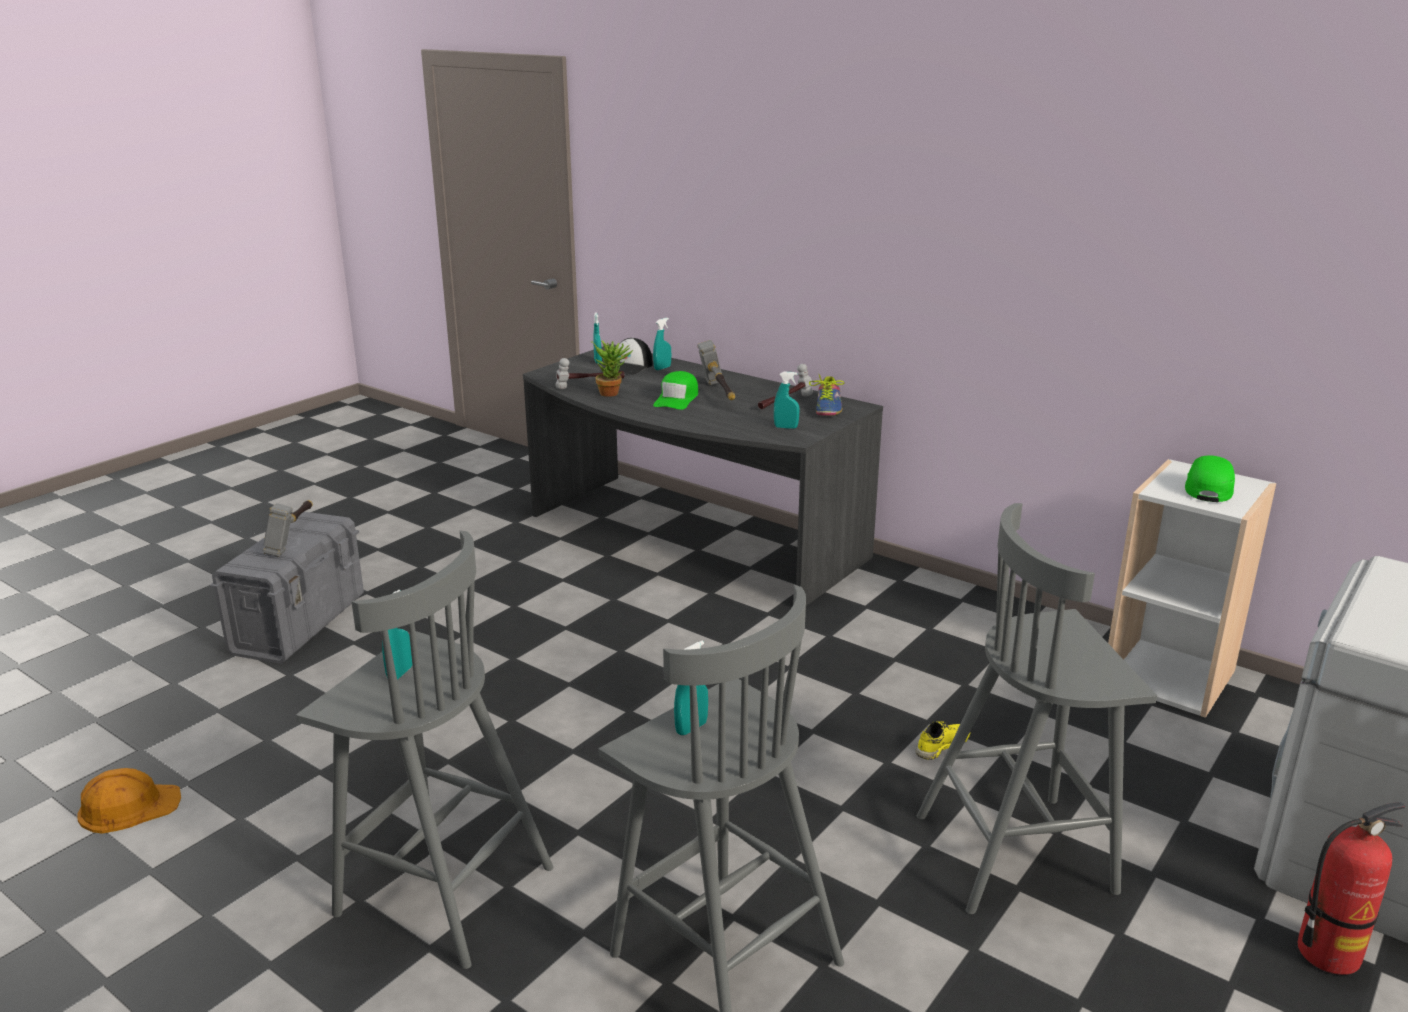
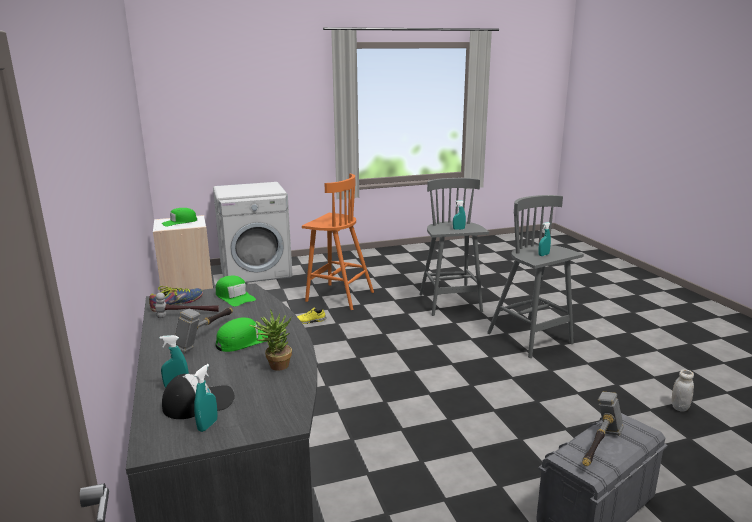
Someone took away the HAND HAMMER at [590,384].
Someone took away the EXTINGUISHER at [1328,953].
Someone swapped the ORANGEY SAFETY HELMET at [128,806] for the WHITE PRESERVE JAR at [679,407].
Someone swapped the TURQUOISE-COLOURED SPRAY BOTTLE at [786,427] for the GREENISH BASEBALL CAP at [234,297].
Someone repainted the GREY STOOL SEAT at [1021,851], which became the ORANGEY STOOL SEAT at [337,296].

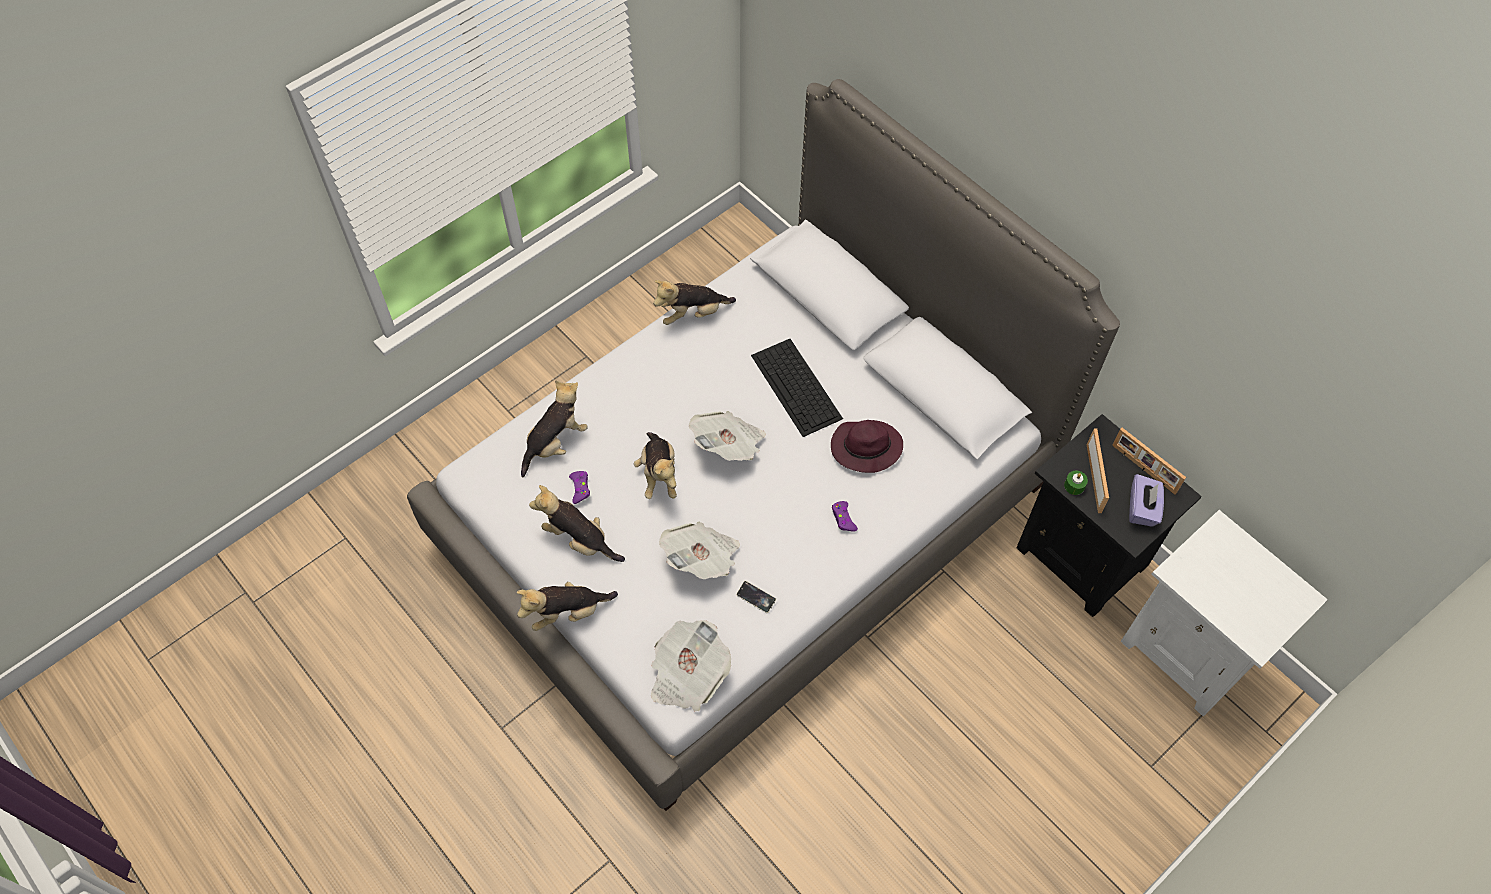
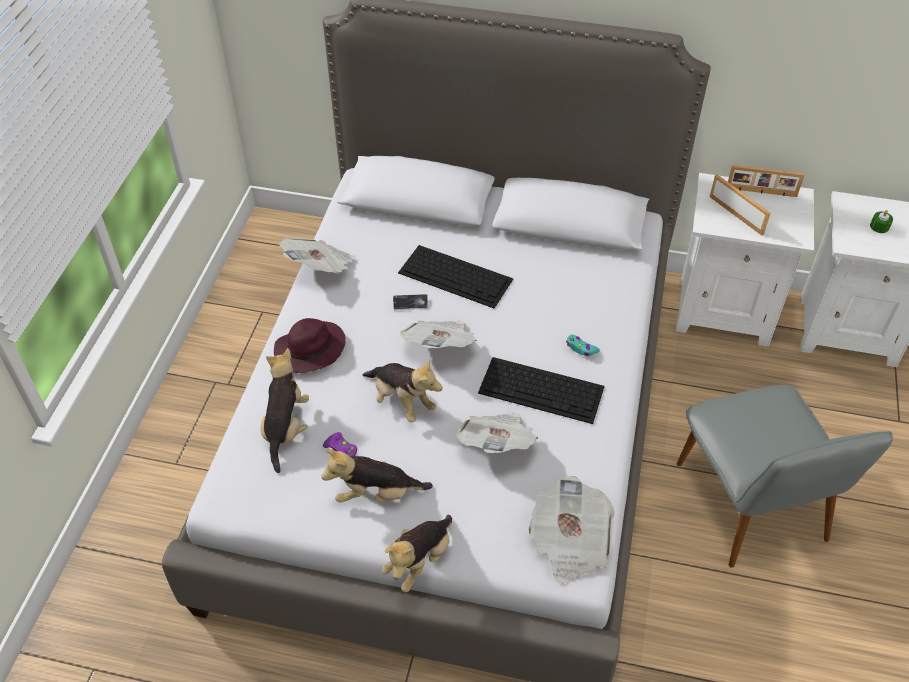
Someone took away the PURPLE-COLOURED BOX OF TISSUES at [1142,509].
Someone put down the COMPUTER KEYBOARD at [542,390].
Someone put down the GREY PLAIN CHAIR at [750,501].
Someone carried the PHONE from [756,598] to [410,303].
Someone carried the PURPLE-COLOURED CLOTHING HAT from [865,448] to [309,351].
Someone carried the GREENISH CANDLE from [1074,486] to [879,226].
Someone swapped the CUDDLY TOY at [692,314] for the DAILY PAPER at [321,268].
Someone repainted the PURPLE-COLOURED GAMEPAD at [843,519], which became the TURQUOISE-COLOURED GAMEPAD at [581,348].
Someone repainted the BLACK-COLOURED NIGHTSTAND at [1081,559], which became the WHITE NIGHTSTAND at [725,313].

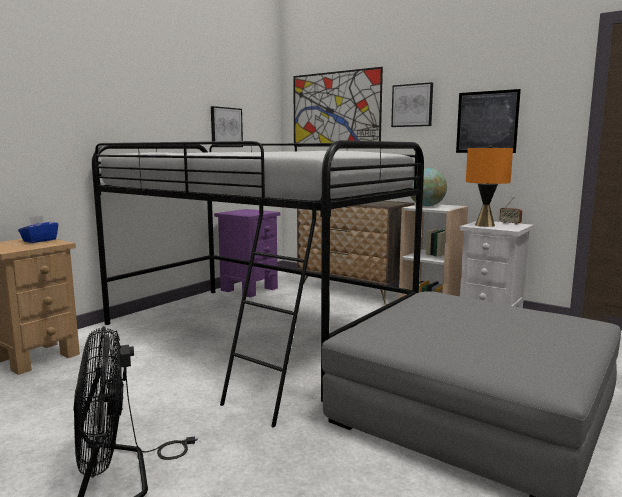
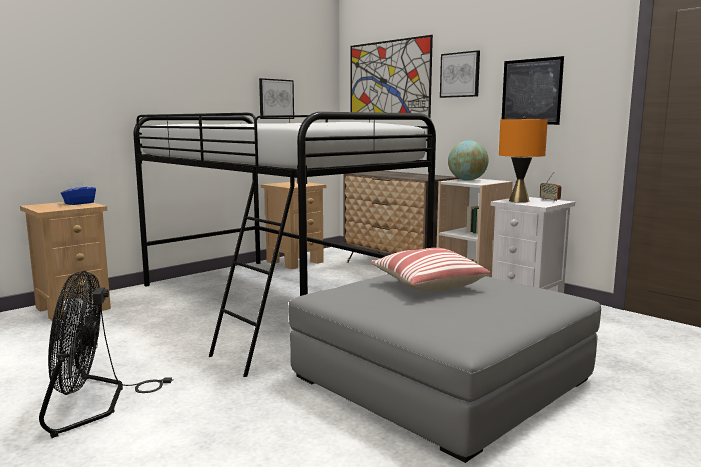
Someone put down the PILLOW at [427,284].
Someone repainted the PURPLE-COLOURED NIGHTSTAND at [250,289], which became the SAND-COLOURED NIGHTSTAND at [296,262].

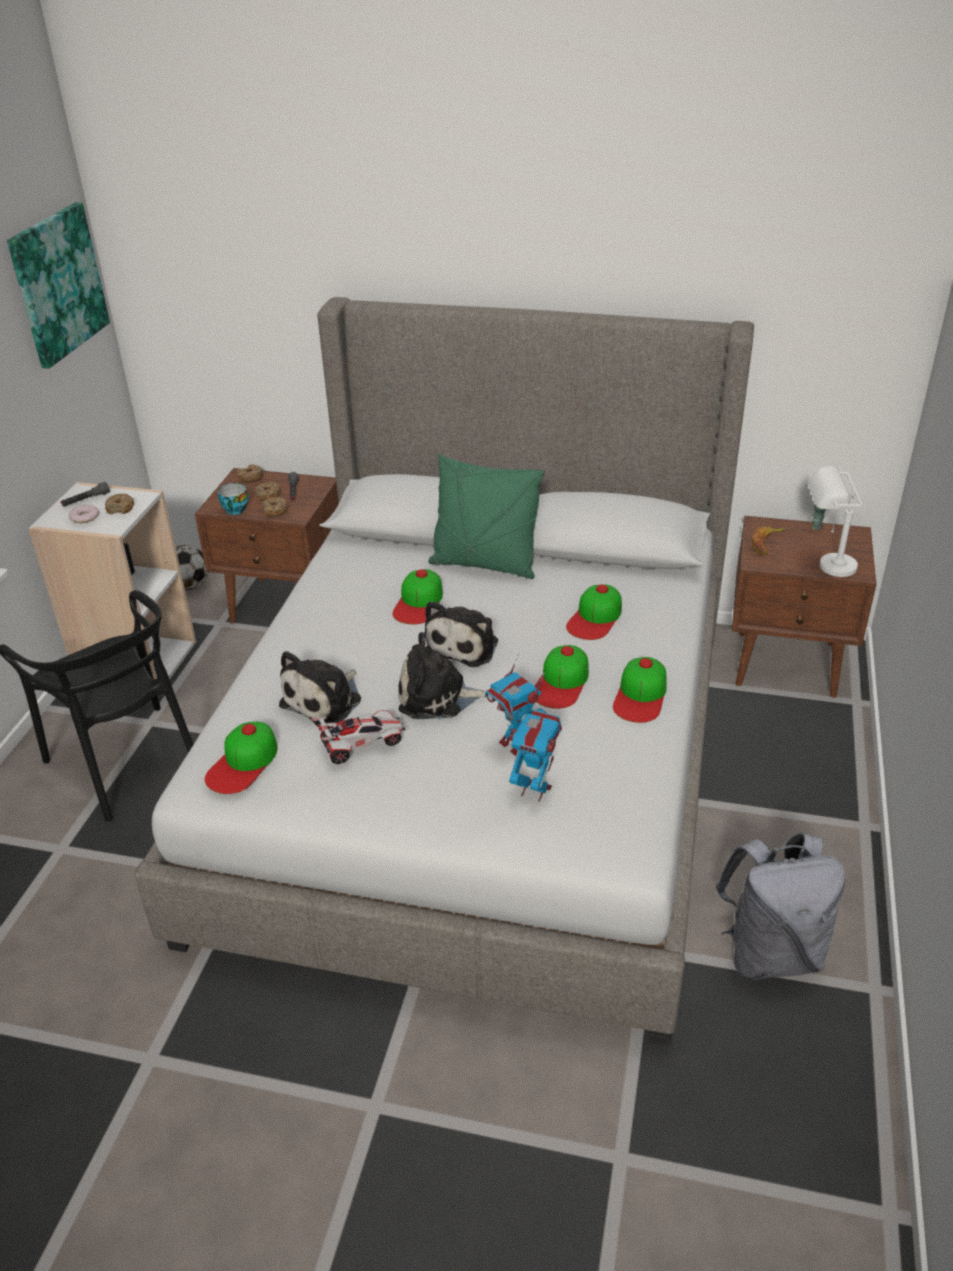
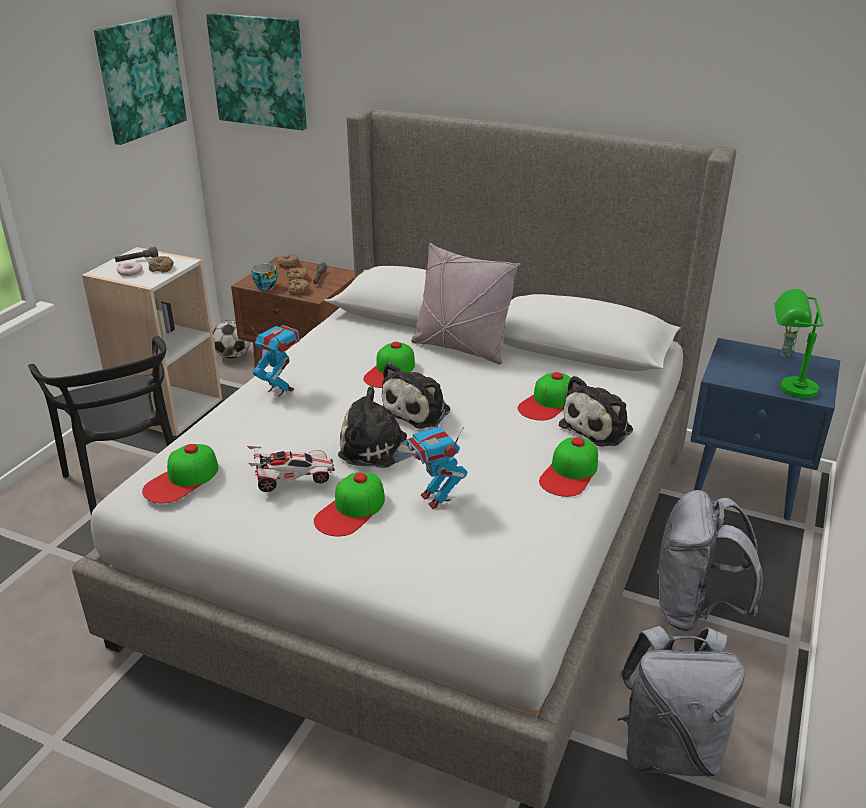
Someone took away the WHOLE BANANA at [767,543].
Someone put up the WALL ART at [259,71].
Someone put down the GREY BACKPACK at [694,610].
Someone carried the CUDDLY TOY from [325,700] to [599,427].
Someone carried the TOY ROBOT from [534,790] to [280,390].
Someone carried the BASEBALL CAP from [561,682] to [351,510].
Someone repainted the GREENISH PILLOW at [484,564], which became the PURPLE-COLOURED PILLOW at [461,348].
Someone repainted the BROWNISH NIGHTSTAND at [788,664], which became the BLUISH NIGHTSTAND at [747,485].
Someone repainted the WHITE TABLETOP LAMP at [825,567], which became the GREENISH TABLETOP LAMP at [785,388].

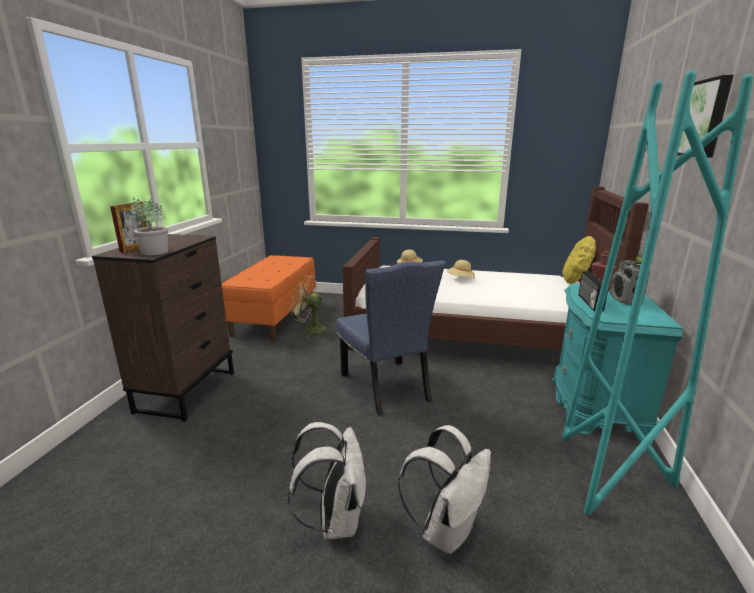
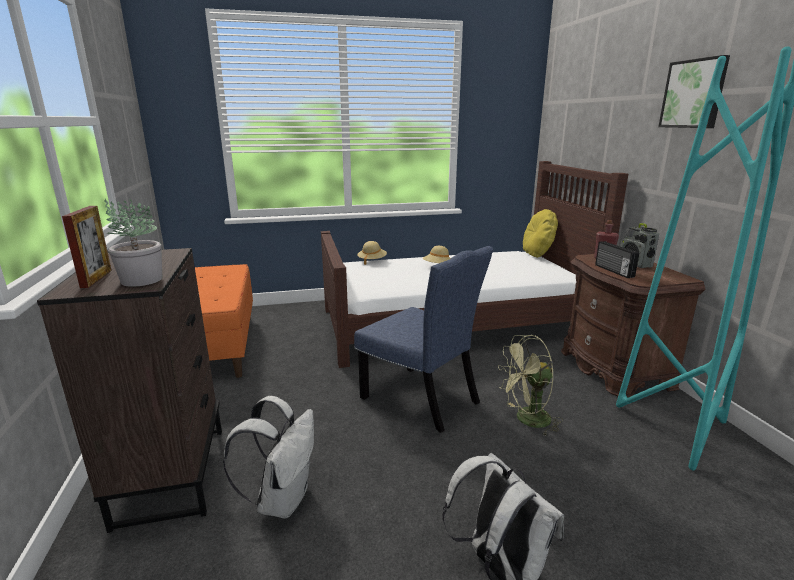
Someone carried the GREENISH ELECTRIC FAN from [310,329] to [526,420].
Someone carried the WHITE BACKPACK from [446,530] to [282,498].
Someone repainted the TURQUOISE-COLOURED NIGHTSTAND at [593,405], which became the BROWNISH NIGHTSTAND at [611,369].

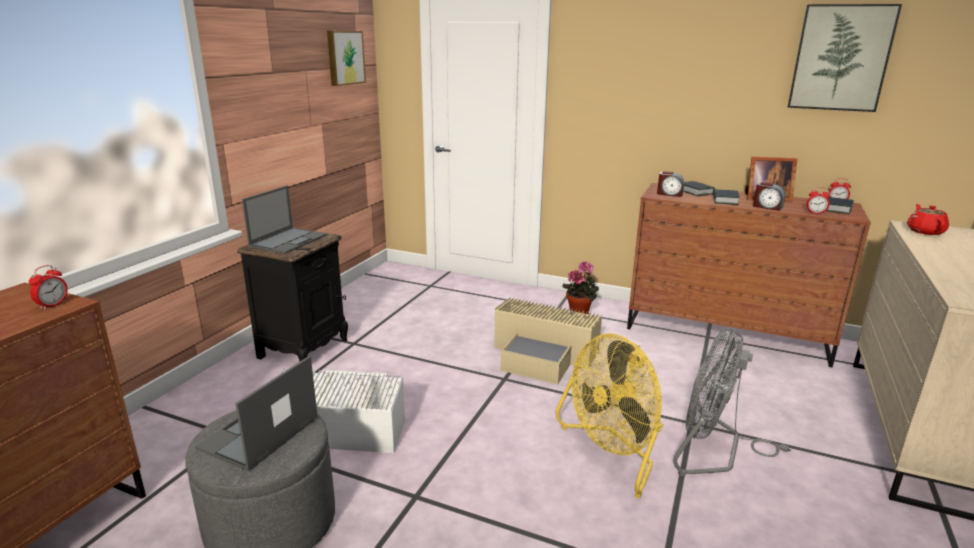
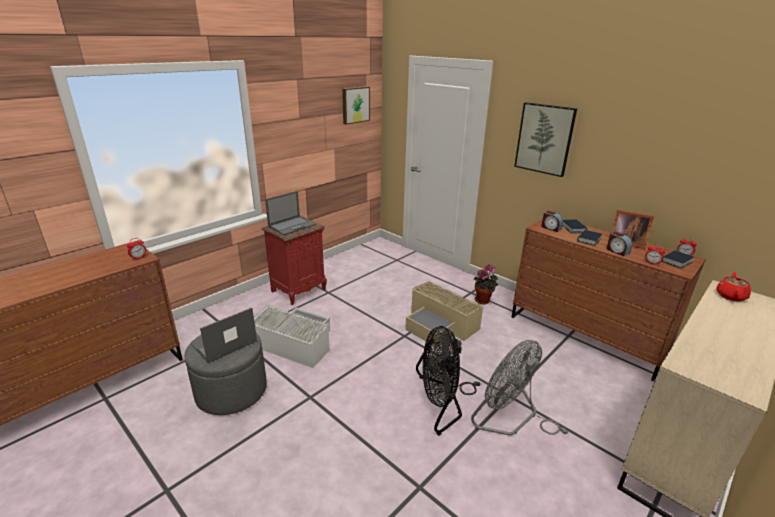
Someone carried the WALL ART from [841,58] to [544,139].
Someone repainted the BLACK-COLOURED NIGHTSTAND at [305,349], which became the RED-COLOURED NIGHTSTAND at [299,290].
Someone repainted the YELLOWISH ELECTRIC FAN at [613,449], which became the BLACK-COLOURED ELECTRIC FAN at [443,400].

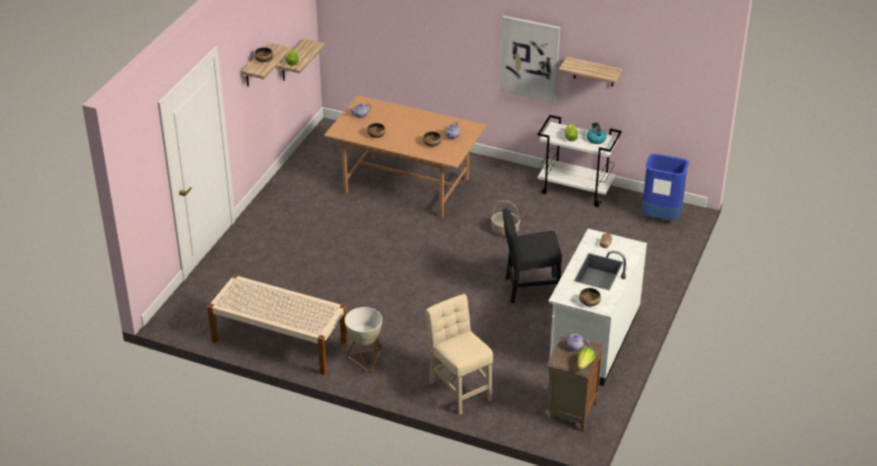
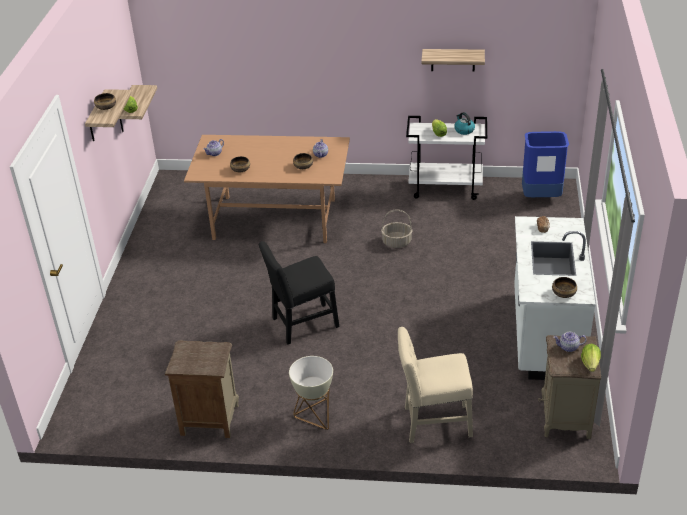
Someone took away the WALL ART at [530,58].
Someone carried the BLACK-COLOURED PLAIN CHAIR from [529,289] to [302,324].
Someone swapped the SAND-COLOURED BENCH at [279,342] for the SAND-COLOURED NIGHTSTAND at [209,419].
Someone rotated the SAND-COLOURED PLAIN CHAIR at [459,388] by 45 degrees counterclockwise.

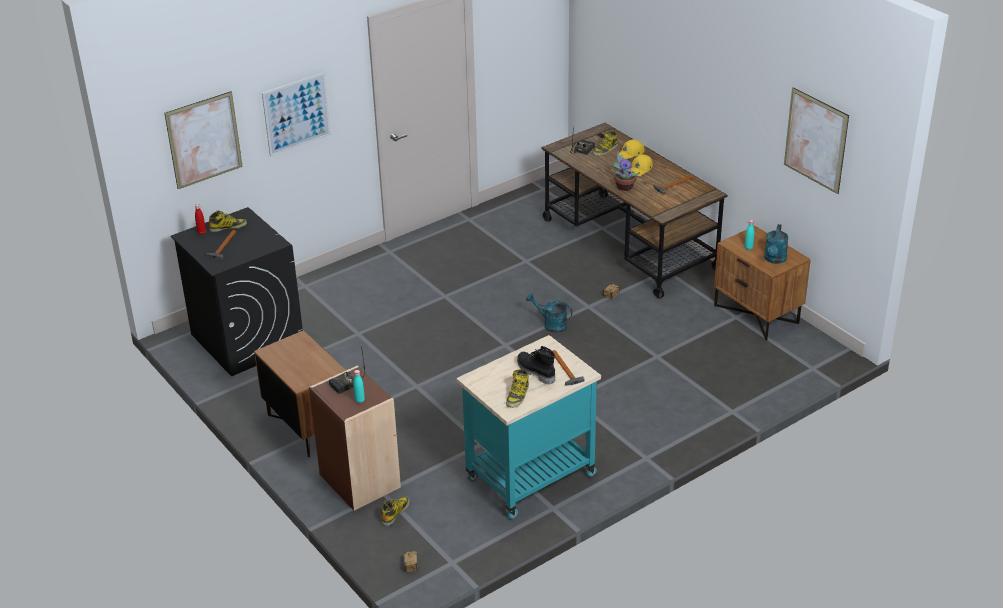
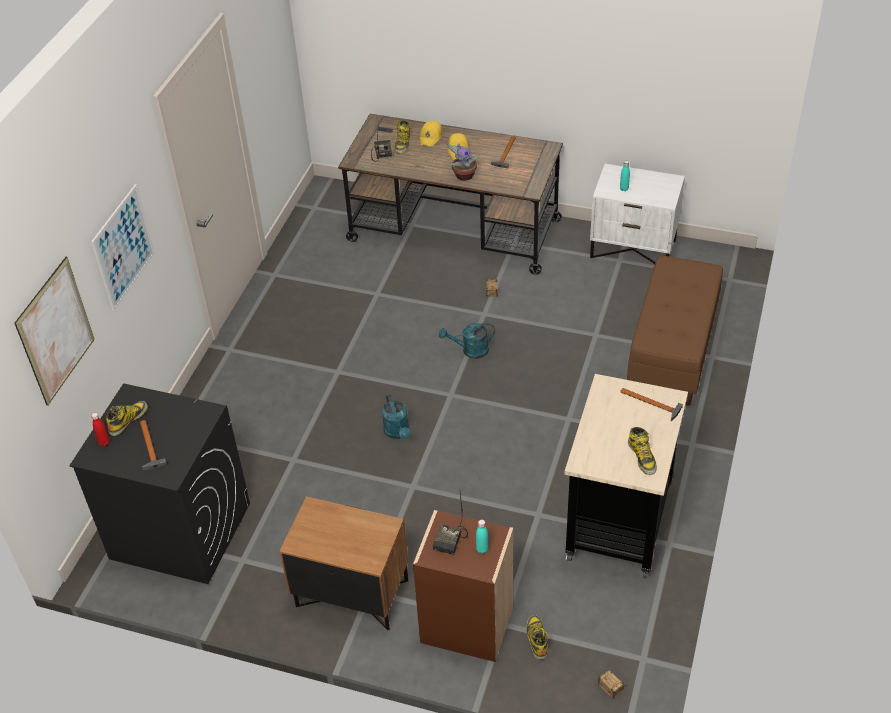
Someone took away the BLACK-COLOURED HIGH-TOP BOOT at [535,372].
Someone took away the WALL ART at [815,140].
Someone put down the BROWNISH BENCH at [672,353].
Someone carried the TURQUOISE-COLOURED WATERING POT from [774,260] to [398,433].
Someone repainted the TURQUOISE-COLOURED WHEELED CART at [530,479], which became the BLACK-COLOURED WHEELED CART at [619,525].
Someone repainted the BROWNISH NIGHTSTAND at [757,314], which became the WHITE NIGHTSTAND at [633,248].

